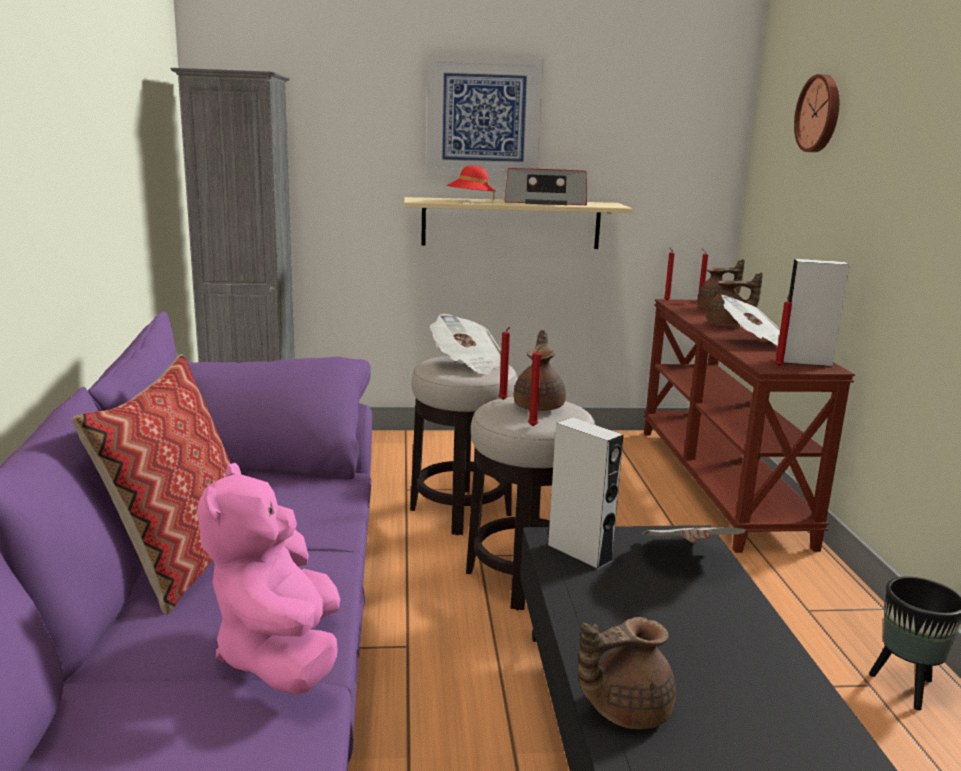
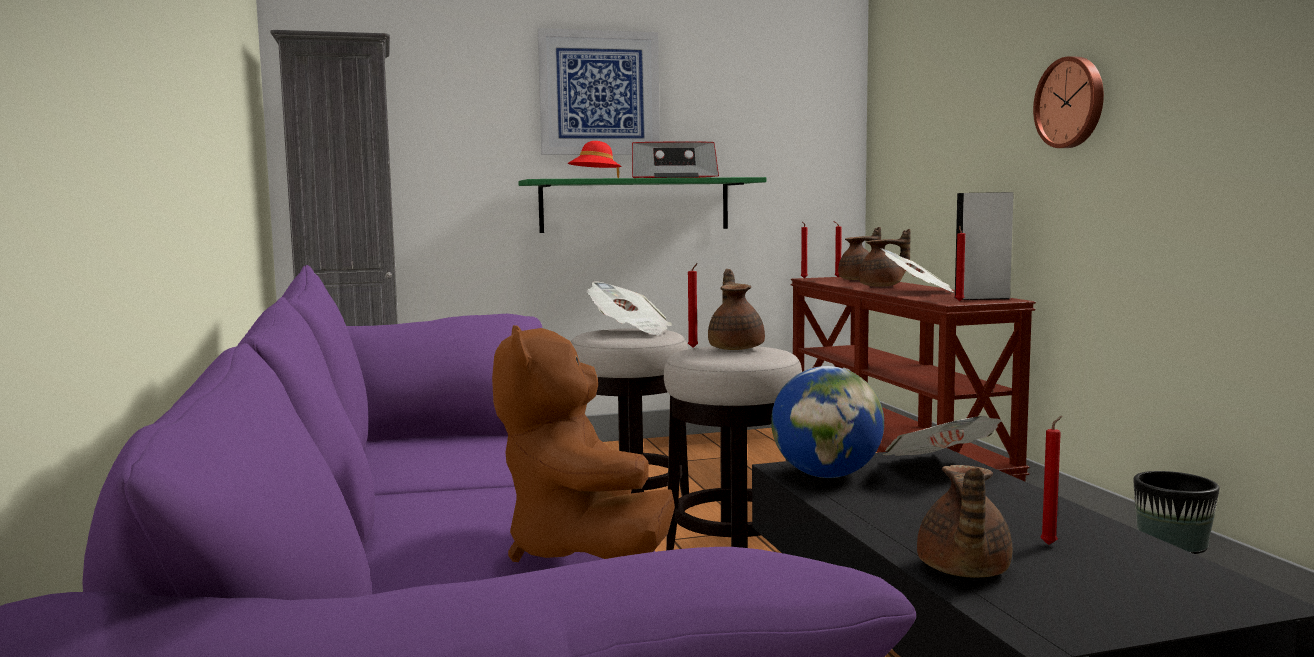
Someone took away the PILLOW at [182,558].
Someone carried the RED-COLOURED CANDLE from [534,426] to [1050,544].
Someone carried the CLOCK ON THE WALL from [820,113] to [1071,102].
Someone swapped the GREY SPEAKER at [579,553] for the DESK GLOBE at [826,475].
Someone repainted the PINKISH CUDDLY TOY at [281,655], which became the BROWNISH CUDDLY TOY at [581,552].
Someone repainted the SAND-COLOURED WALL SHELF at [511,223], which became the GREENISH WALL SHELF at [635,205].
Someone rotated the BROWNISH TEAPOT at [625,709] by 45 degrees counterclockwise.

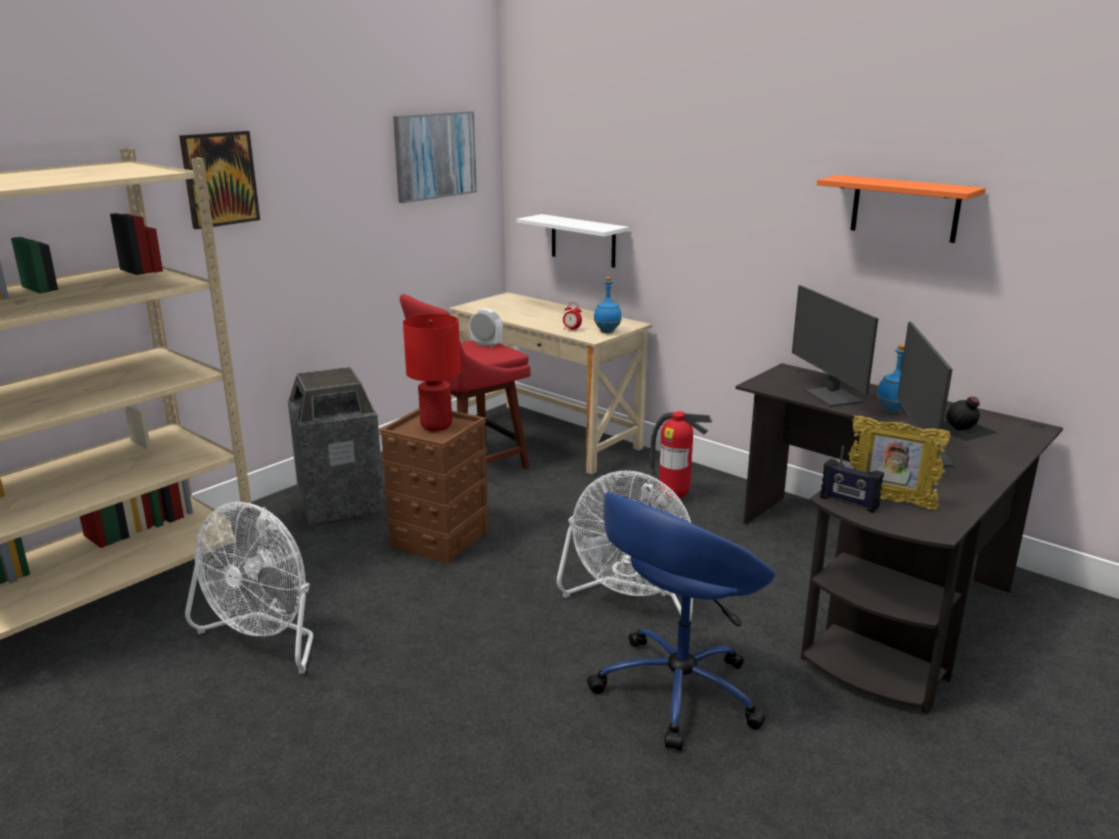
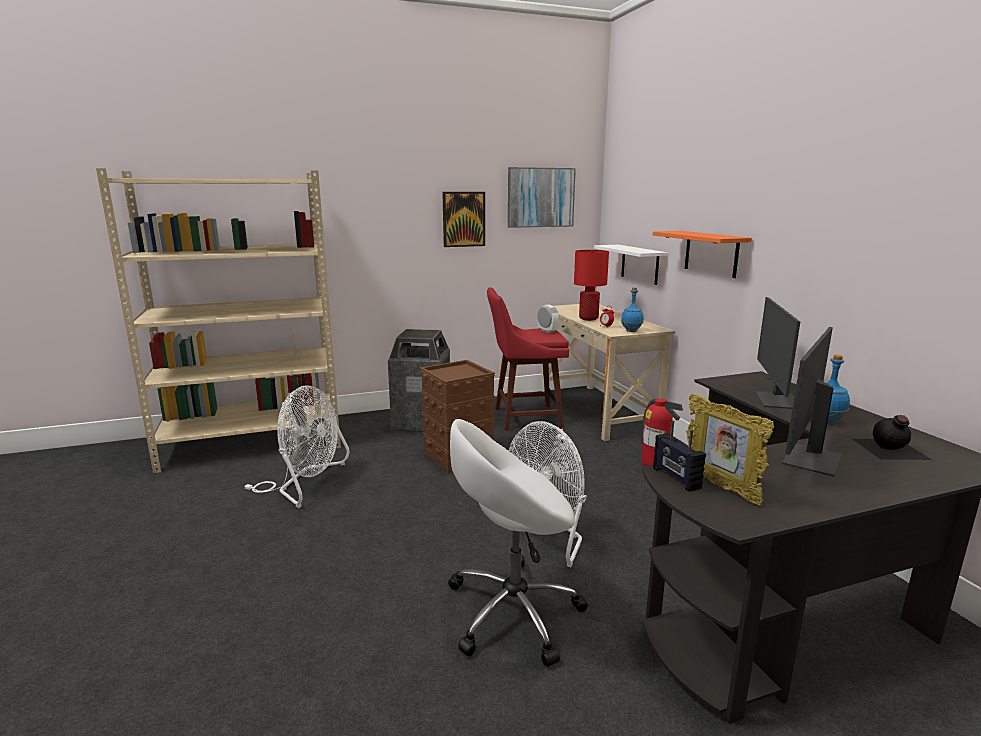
Someone carried the WALL ART from [219,179] to [463,219].
Someone carried the RED-COLOURED TABLETOP LAMP from [437,428] to [588,319].
Someone carried the ORANGEY WALL SHELF from [905,208] to [711,253].
Someone repainted the BLUISH COMPUTER CHAIR at [675,693], which became the WHITE COMPUTER CHAIR at [510,612].
Someone rotated the WHITE ELECTRIC FAN at [266,635] by 135 degrees counterclockwise.

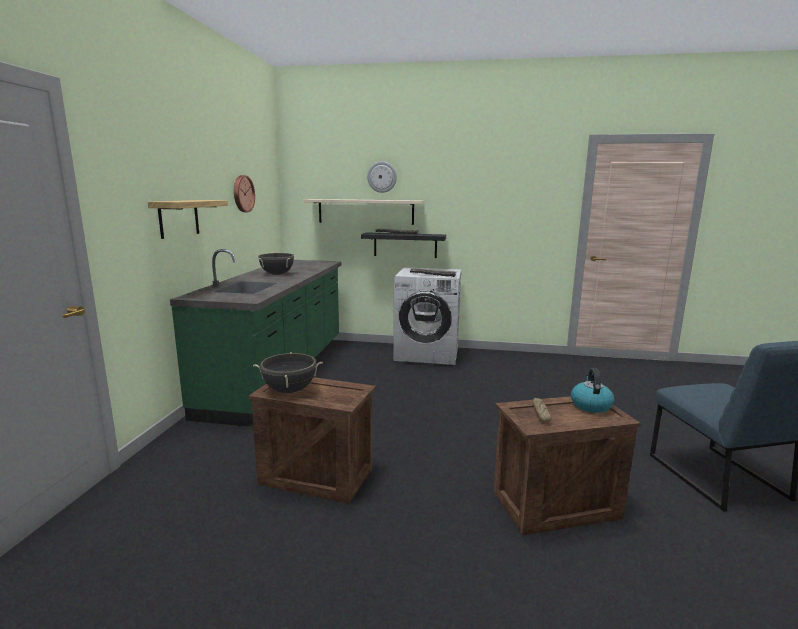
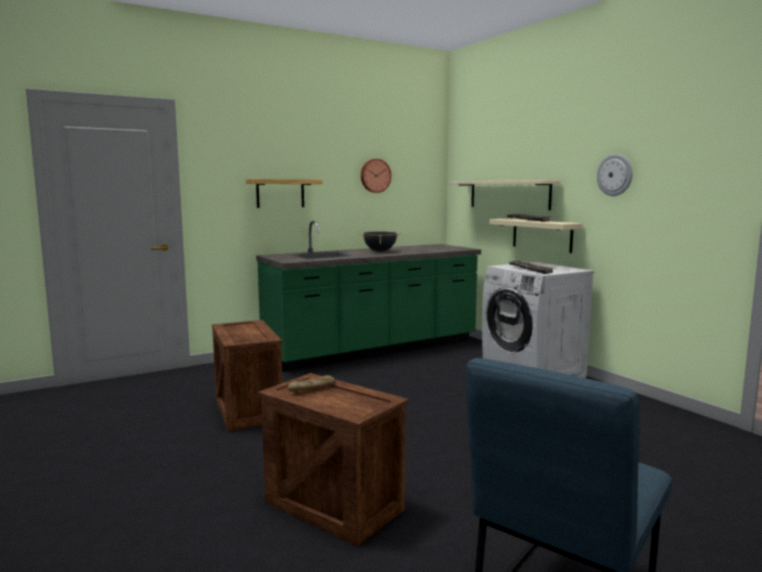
Someone took away the BLACK-COLOURED SAUCEPOT at [289,390].
Someone took away the WATER KETTLE at [590,405].
Someone carried the CLOCK ON THE WALL from [382,177] to [615,175].
Someone repainted the BLACK-COLOURED WALL SHELF at [405,245], which became the SAND-COLOURED WALL SHELF at [541,235].

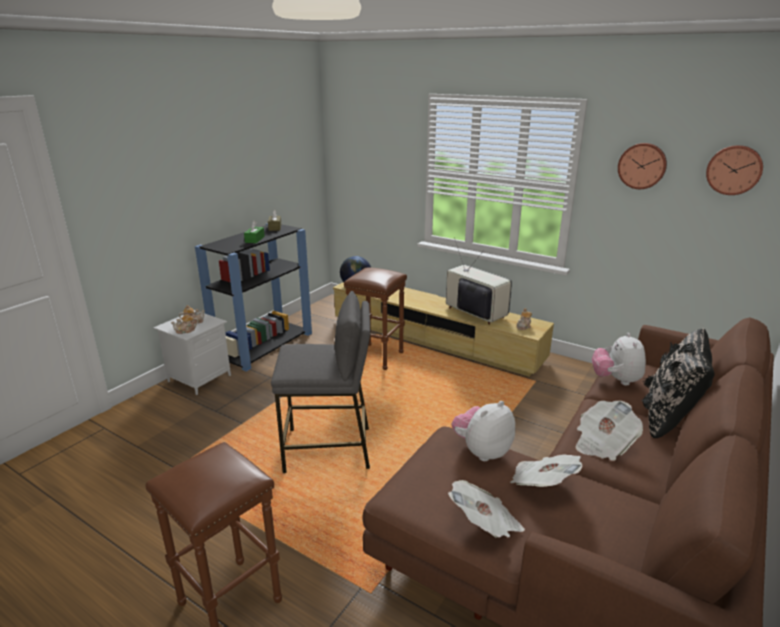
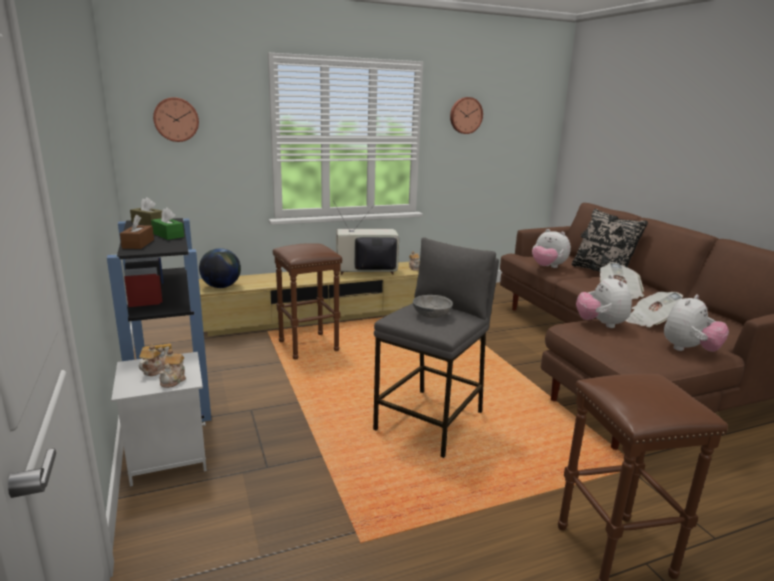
Someone put down the BROWNISH BOX OF TISSUES at [138,244].
Someone put down the GREY DEEP DISH at [431,315].
Someone carried the CLOCK ON THE WALL from [734,170] to [176,119].
Someone swapped the DAILY PAPER at [485,525] for the CUDDLY TOY at [689,350].

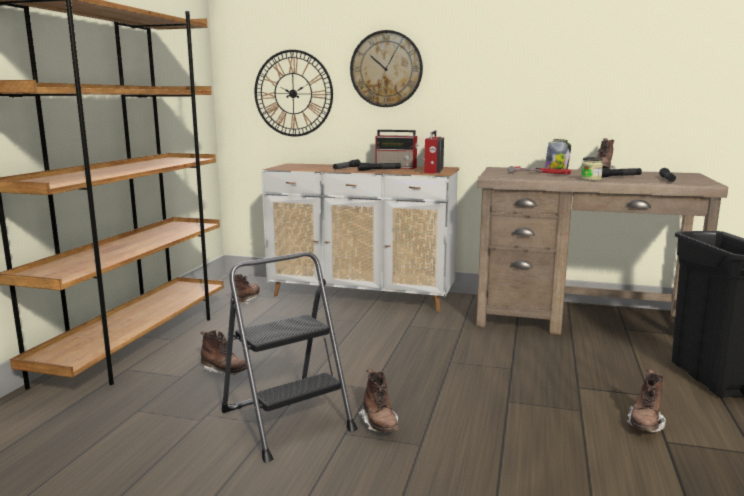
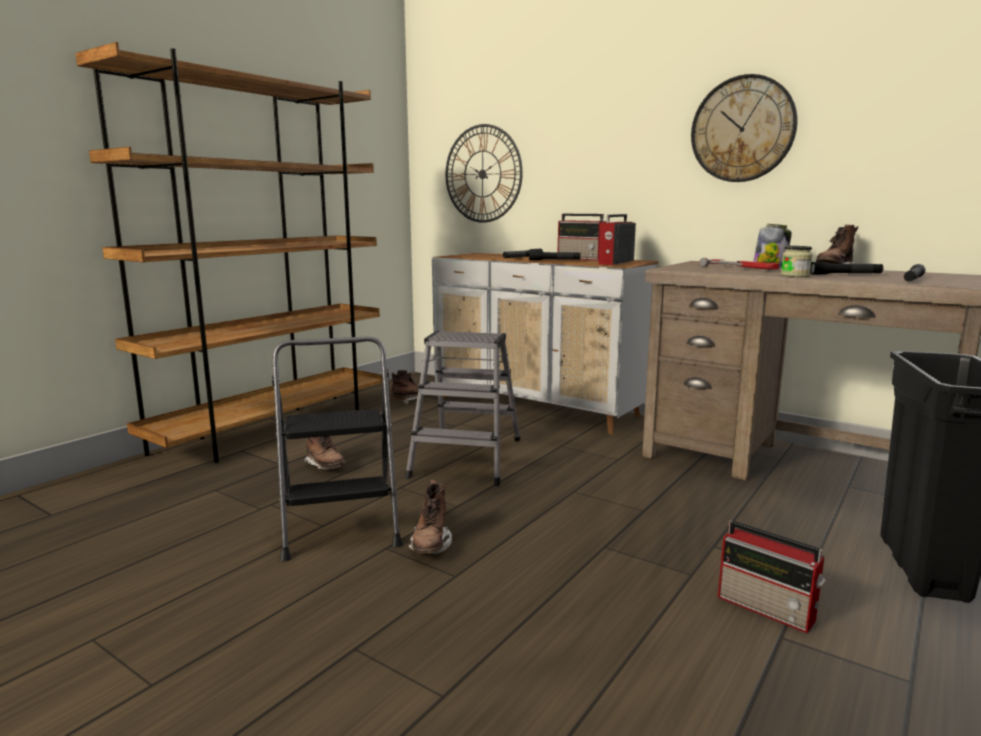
Someone put down the GREY STEP LADDER at [467,457].
Someone carried the CLOCK ON THE WALL from [386,69] to [742,129].
Someone swapped the BROWNISH HIGH-TOP BOOT at [645,424] for the RADIO SET at [768,609].

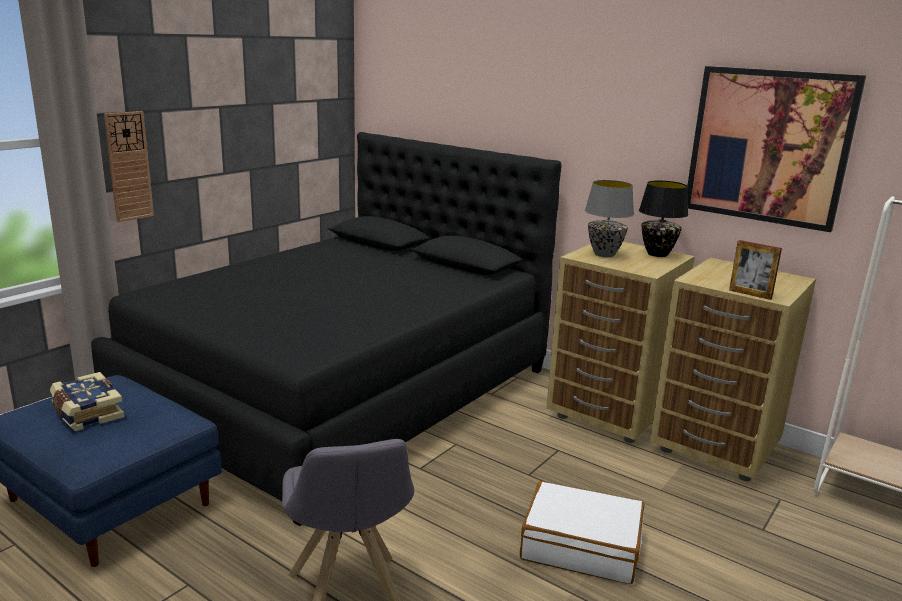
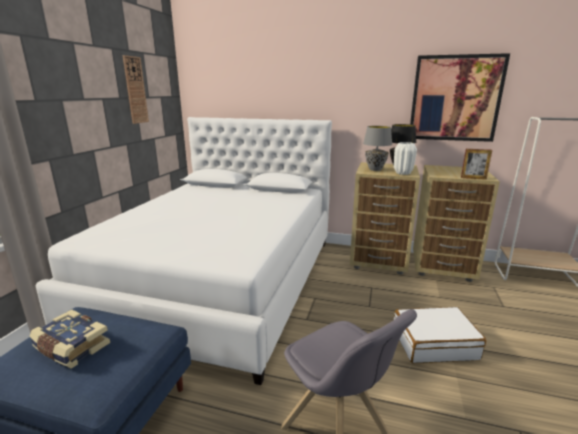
Someone put down the WHITE FLOWER VASE at [402,173].
Someone carried the CLOCK ON THE WALL from [129,166] to [135,90].
Someone repainted the BLACK-COLOURED SLEEPING BED at [341,390], which became the WHITE SLEEPING BED at [221,280].

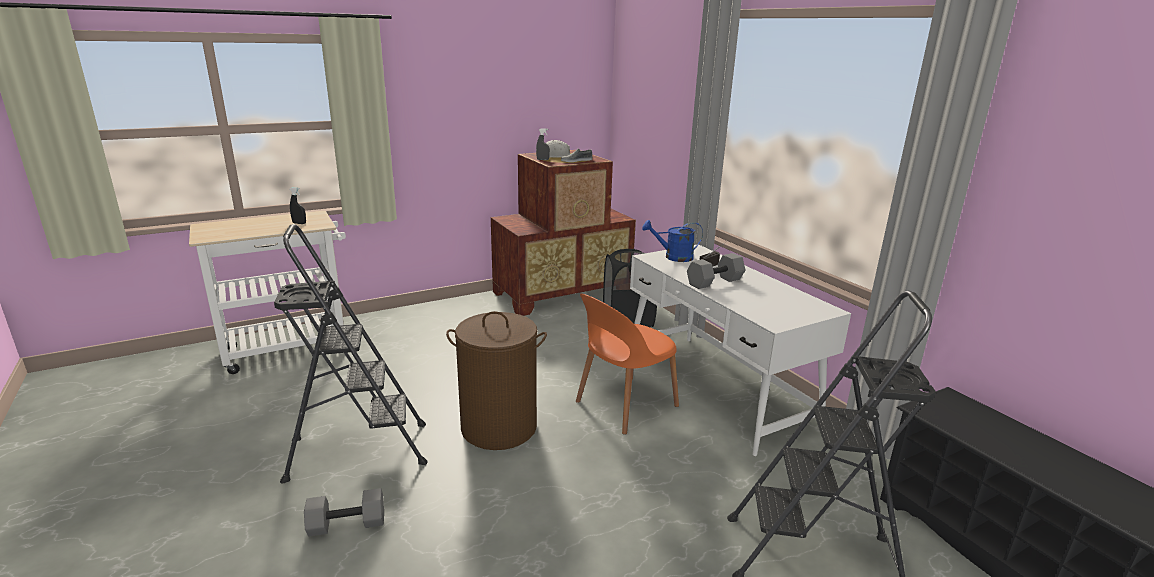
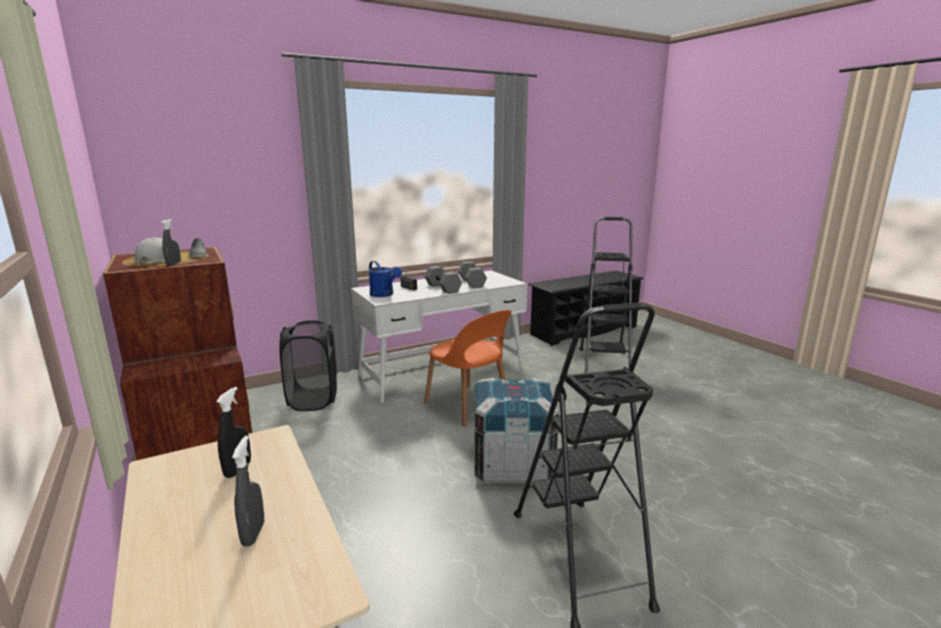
Someone put down the GREY SPRAY BOTTLE at [253,534].
Someone carried the GREY HAND WEIGHT from [348,523] to [471,283].
Someone swapped the BROWNISH LAUNDRY BASKET at [499,427] for the SHIPPING CRATE at [512,464].
Someone rotated the BLUISH WATERING POT at [673,257] by 45 degrees counterclockwise.

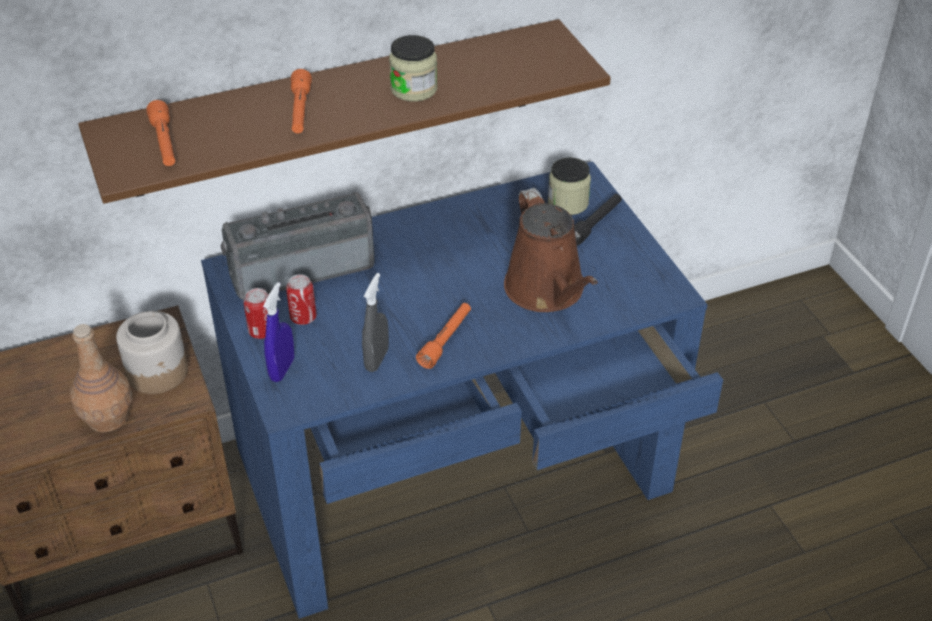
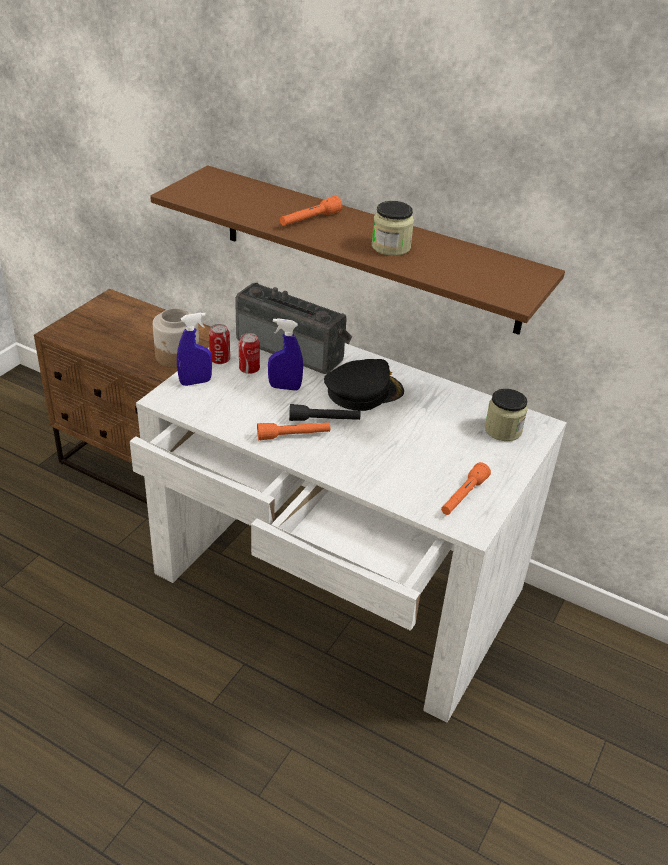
Someone took away the BROWNISH BEVERAGE BOTTLE at [107,417].
Someone took away the GREY SPRAY BOTTLE at [376,359].
Someone took away the BROWNISH WATERING POT at [547,291].
Someone put down the BLUISH SPRAY BOTTLE at [285,387].
Someone put down the BLACK-COLOURED BASEBALL CAP at [363,391].
Someone carried the ORANGEY TORCH from [164,143] to [463,496].
Someone carried the BLACK-COLOURED TORCH from [595,224] to [324,420].
Someone repainted the BLUISH DESK at [464,486], which became the WHITE DESK at [331,595].

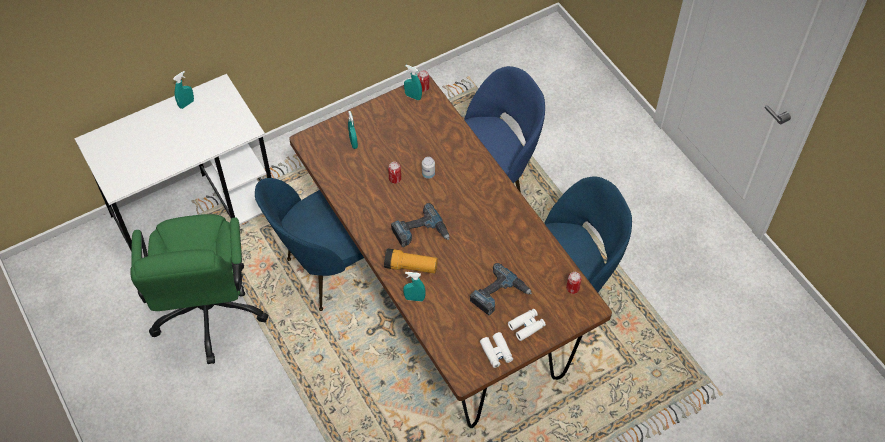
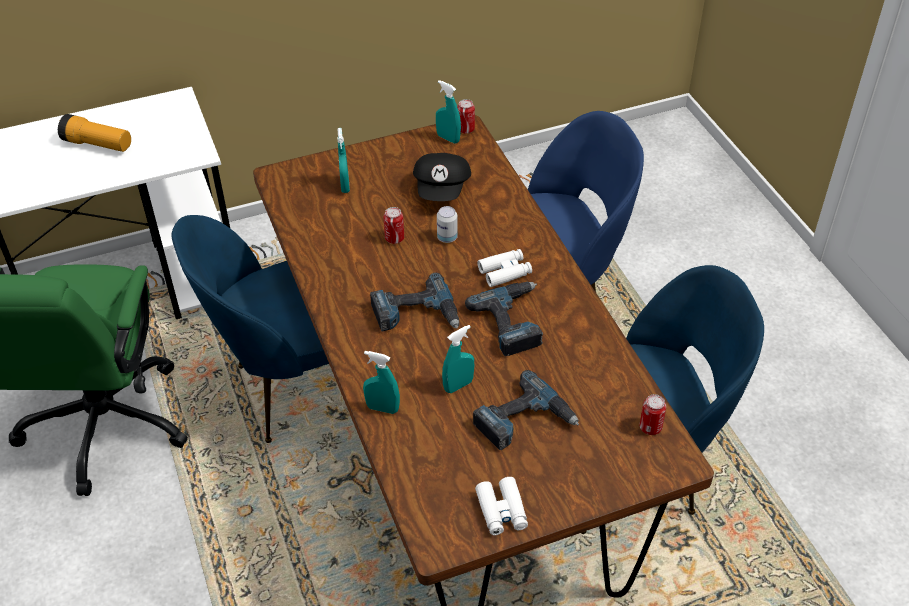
Someone put down the BLACK-COLOURED BASEBALL CAP at [442,189].
Someone put down the POWER DRILL at [513,322].
Someone carried the TURQUOISE-COLOURED SPRAY BOTTLE from [186,104] to [458,385].
Someone carried the TORCH from [411,267] to [98,144].
Someone carried the WHITE FIELD GLASSES from [526,326] to [505,272].

